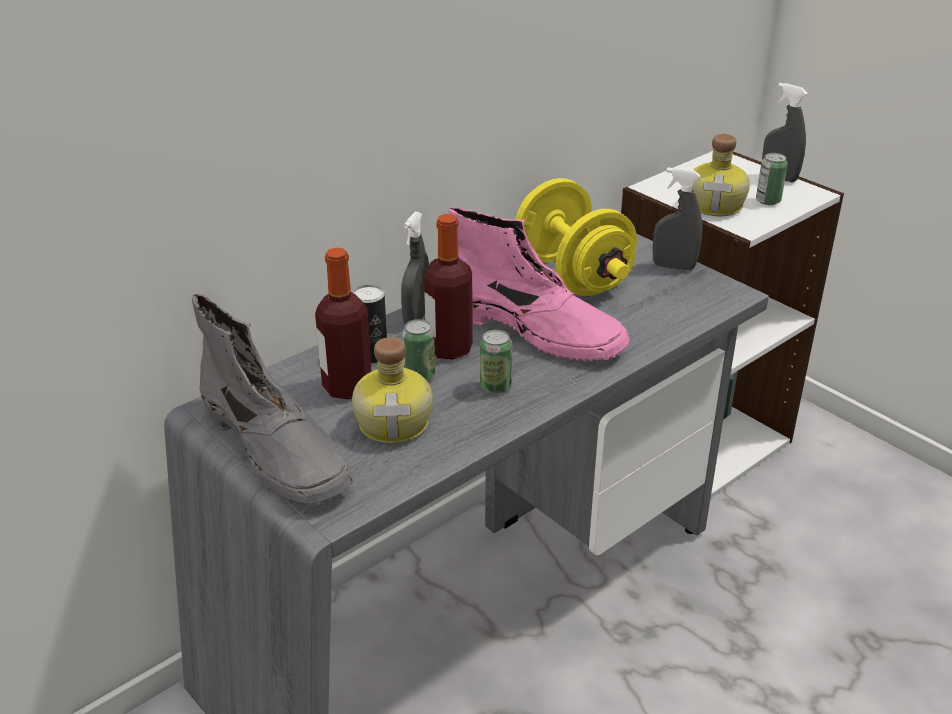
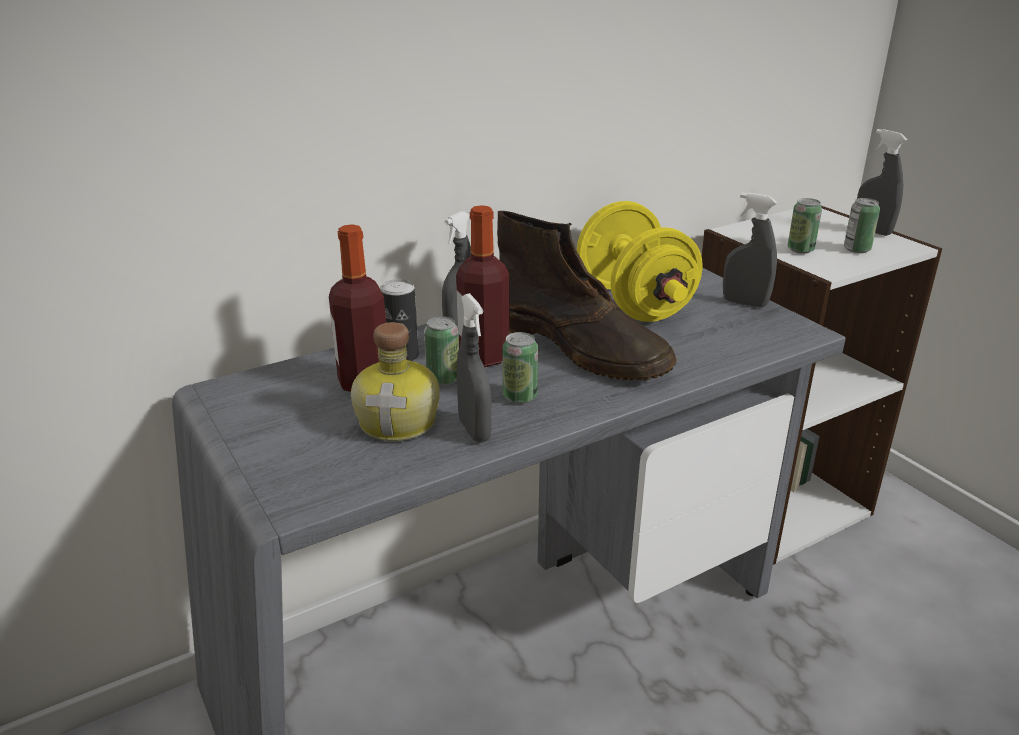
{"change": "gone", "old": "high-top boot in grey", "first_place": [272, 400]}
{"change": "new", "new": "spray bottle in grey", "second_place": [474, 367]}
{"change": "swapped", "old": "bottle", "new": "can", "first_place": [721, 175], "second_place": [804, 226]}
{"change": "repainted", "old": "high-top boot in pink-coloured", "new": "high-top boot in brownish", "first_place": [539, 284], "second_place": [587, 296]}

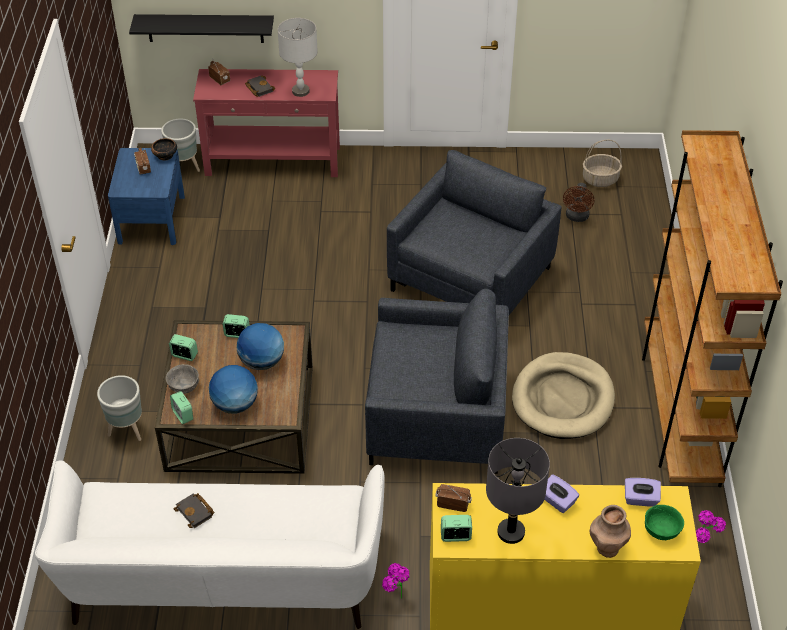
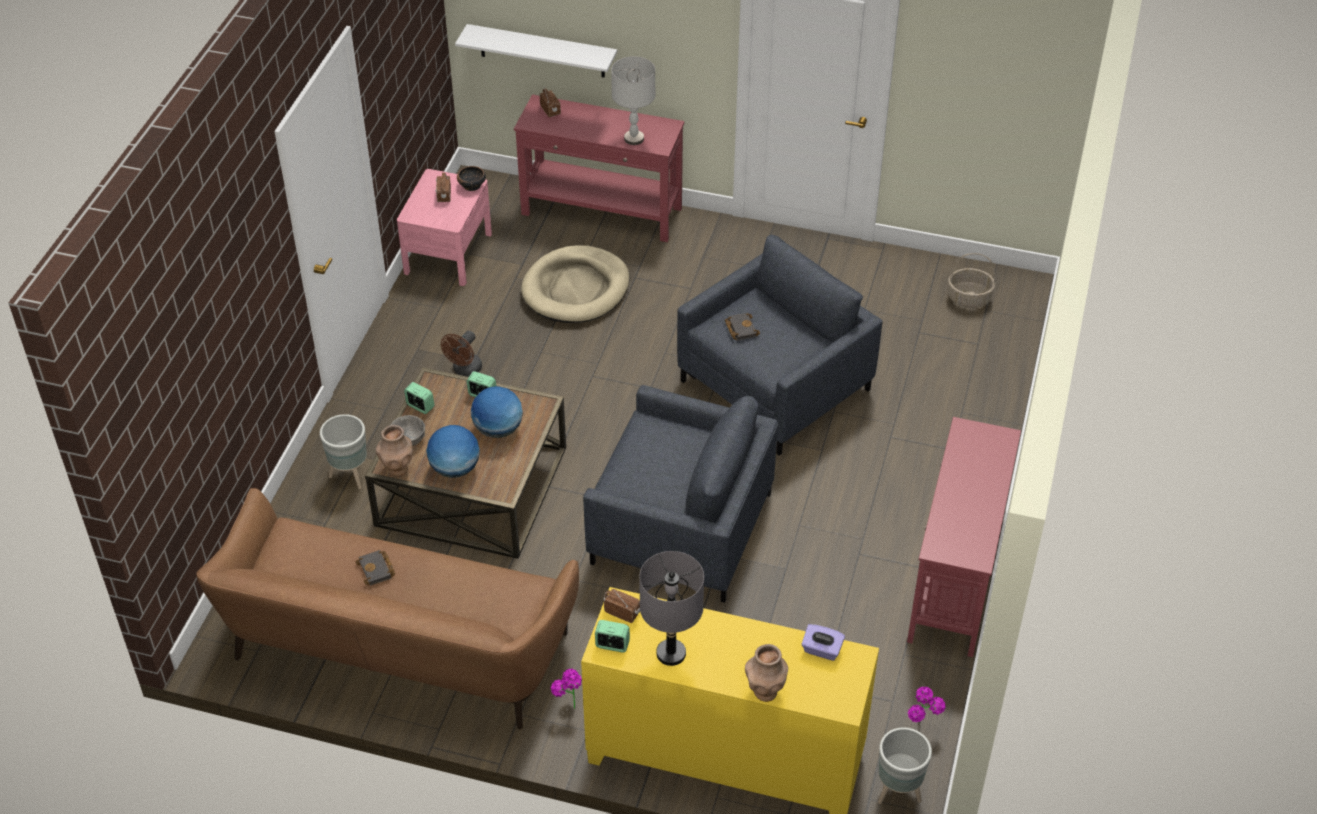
{"change": "gone", "old": "box of tissues in purple-coloured", "first_place": [561, 494]}
{"change": "gone", "old": "bowl in greenish", "first_place": [664, 522]}
{"change": "shifted", "old": "planter in grey", "first_place": [180, 145], "second_place": [905, 765]}
{"change": "shifted", "old": "volume in black-coloured", "first_place": [260, 86], "second_place": [742, 326]}
{"change": "shifted", "old": "dog bed in beige", "first_place": [563, 395], "second_place": [575, 284]}
{"change": "shifted", "old": "cooling fan in brownish", "first_place": [578, 202], "second_place": [461, 354]}
{"change": "swapped", "old": "alarm clock", "new": "flower vase in brownish", "first_place": [181, 407], "second_place": [394, 450]}
{"change": "swapped", "old": "bookcase in brownish", "new": "console table in reddish", "first_place": [712, 308], "second_place": [964, 537]}
{"change": "repainted", "old": "couch in whitish", "new": "couch in brownish", "first_place": [210, 544], "second_place": [387, 608]}
{"change": "repainted", "old": "night table in blue-coloured", "new": "night table in pink-coloured", "first_place": [146, 196], "second_place": [444, 227]}
{"change": "repainted", "old": "wall shelf in black-coloured", "new": "wall shelf in whitish", "first_place": [201, 28], "second_place": [536, 51]}

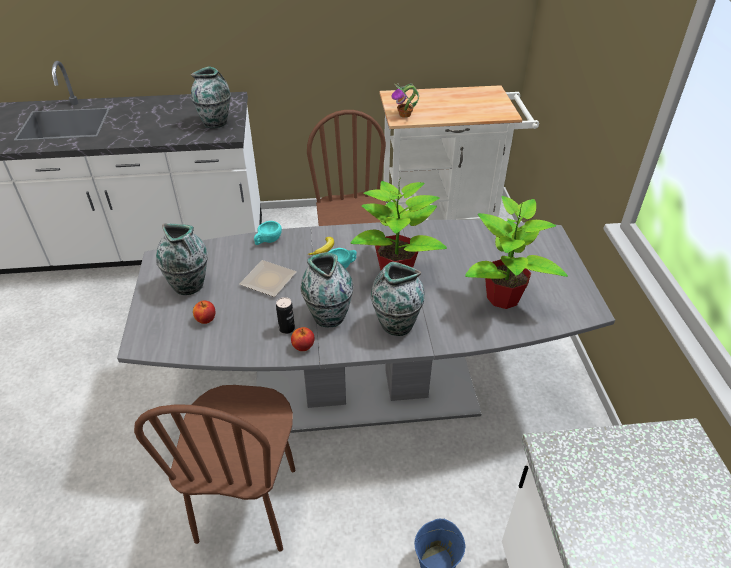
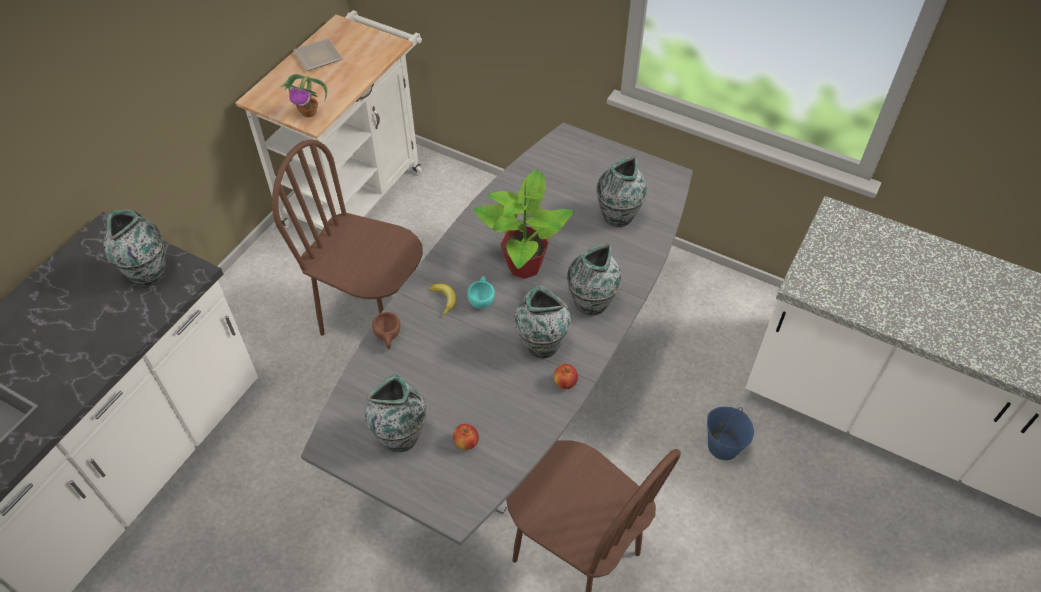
{"change": "gone", "old": "can", "first_place": [285, 315]}
{"change": "shifted", "old": "dinner plate", "first_place": [268, 278], "second_place": [318, 55]}
{"change": "swapped", "old": "houseplant", "new": "flower vase", "first_place": [516, 252], "second_place": [621, 191]}
{"change": "repainted", "old": "drinking cup in blue-green", "new": "drinking cup in brownish", "first_place": [268, 233], "second_place": [386, 331]}

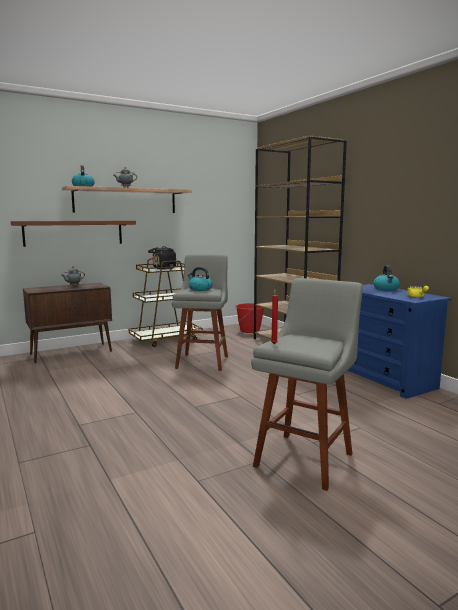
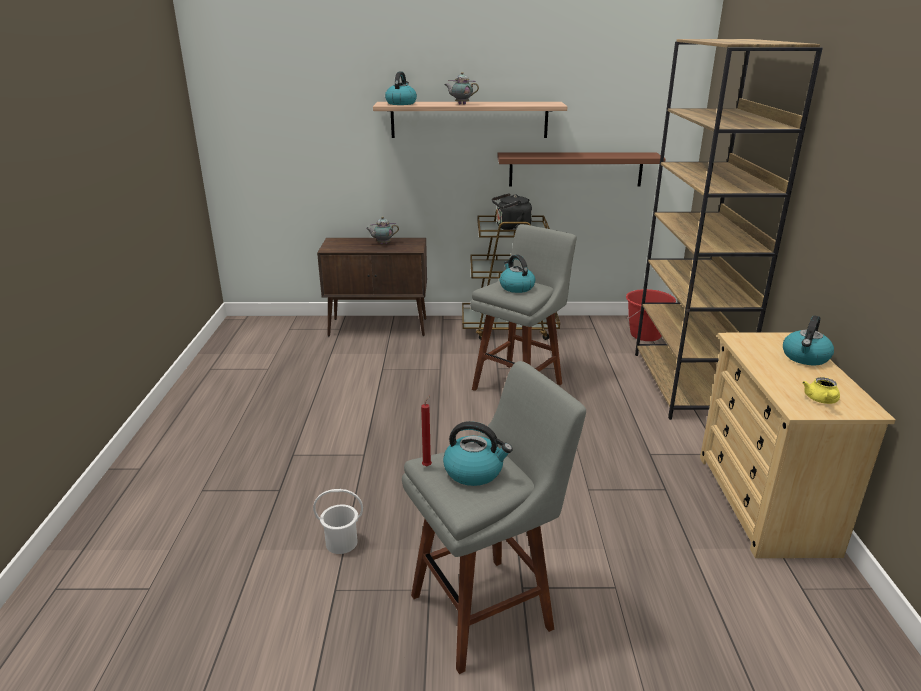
{"change": "new", "new": "bucket in whitish", "second_place": [338, 521]}
{"change": "new", "new": "water kettle", "second_place": [478, 453]}
{"change": "shifted", "old": "wall shelf in brownish", "first_place": [73, 234], "second_place": [581, 169]}
{"change": "repainted", "old": "dresser in blue-coloured", "new": "dresser in beige", "first_place": [399, 341], "second_place": [798, 445]}

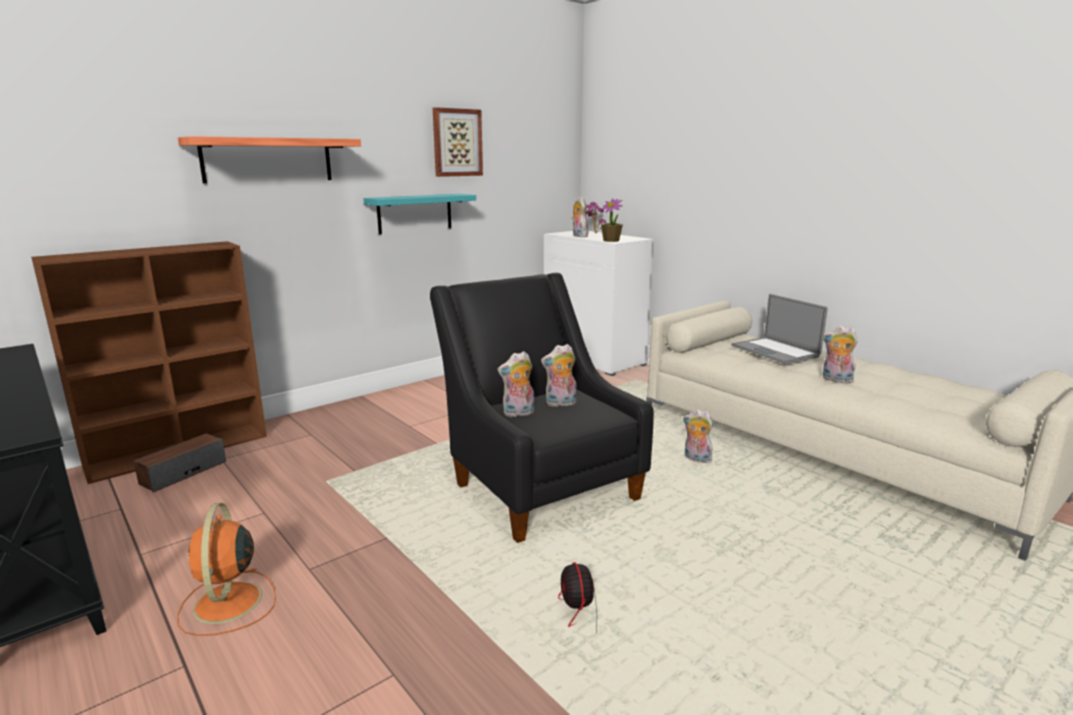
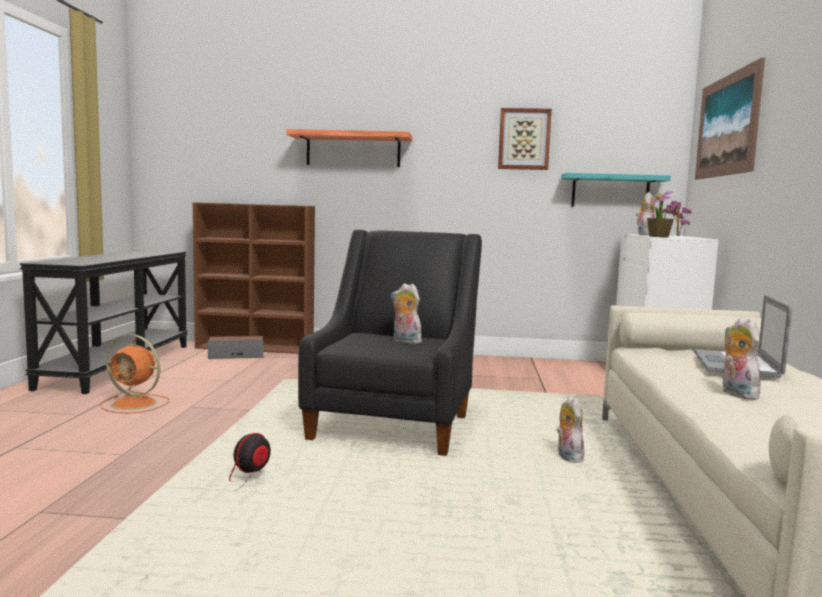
{"change": "gone", "old": "cuddly toy", "first_place": [516, 384]}
{"change": "new", "new": "picture", "second_place": [730, 118]}
{"change": "shifted", "old": "wall shelf in blue-green", "first_place": [419, 214], "second_place": [616, 189]}
{"change": "rotated", "old": "cooling fan in orangey", "first_place": [226, 569], "second_place": [135, 374], "degrees": -105}

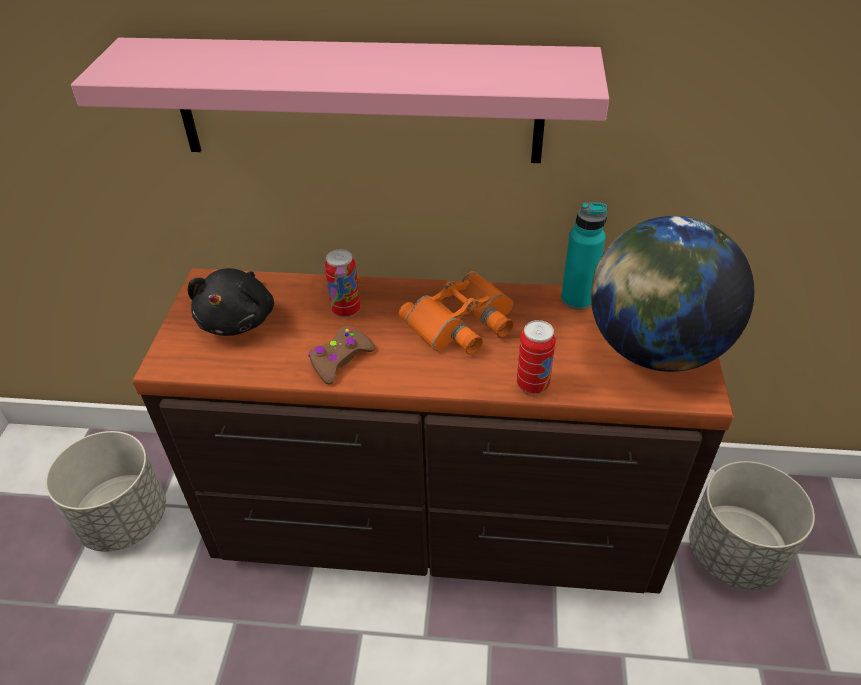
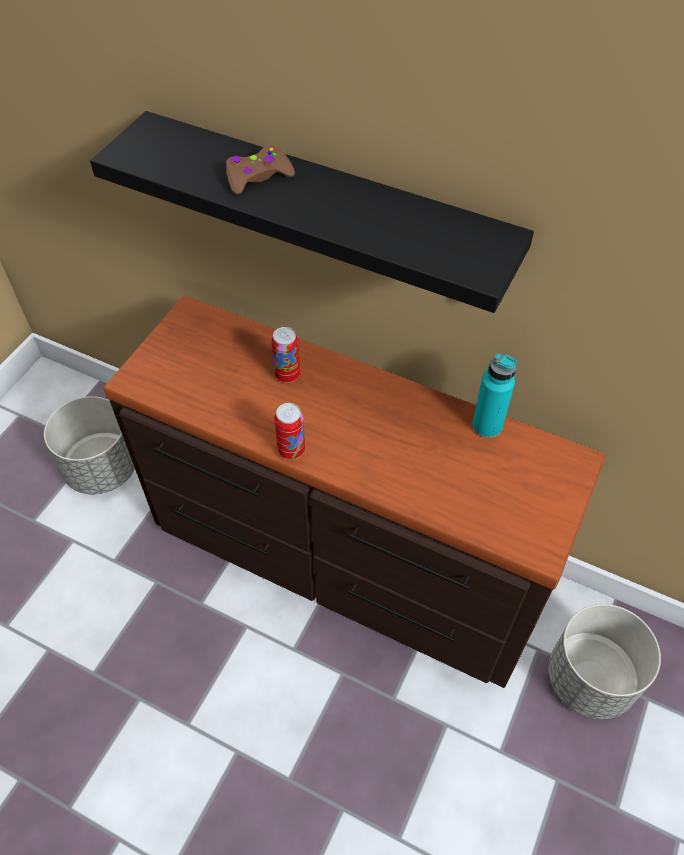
{"change": "gone", "old": "cuddly toy in black-coloured", "first_place": [231, 302]}
{"change": "gone", "old": "field glasses in orangey", "first_place": [456, 313]}
{"change": "gone", "old": "world globe", "first_place": [673, 294]}
{"change": "shifted", "old": "joypad in brownish", "first_place": [341, 355], "second_place": [260, 170]}
{"change": "shifted", "old": "can", "first_place": [536, 357], "second_place": [289, 431]}
{"change": "repainted", "old": "wall shelf in pink-coloured", "new": "wall shelf in black-coloured", "first_place": [340, 100], "second_place": [312, 212]}

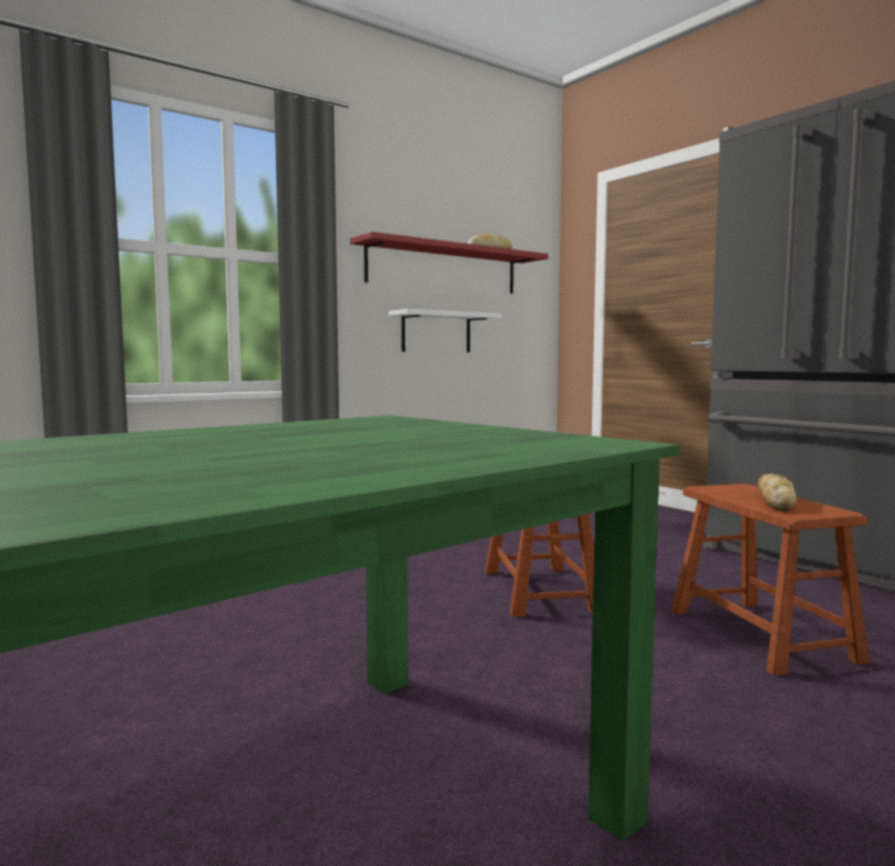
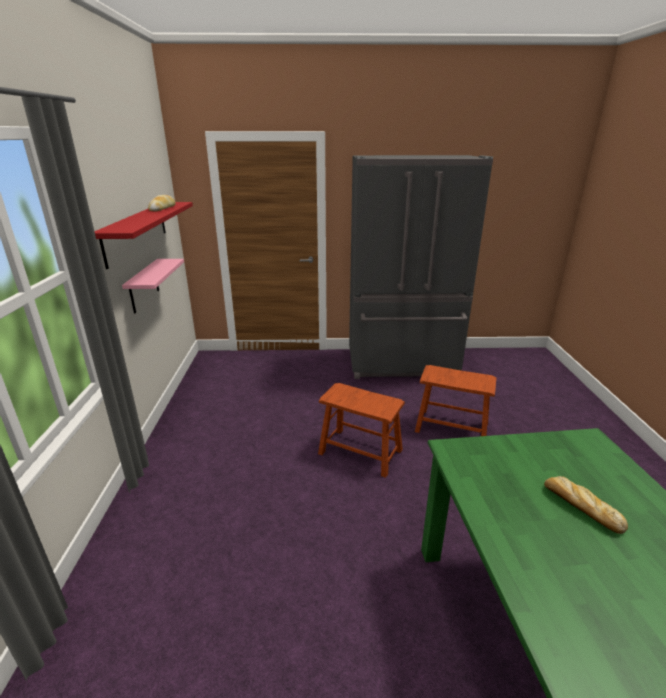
{"change": "shifted", "old": "baked bread", "first_place": [777, 492], "second_place": [586, 505]}
{"change": "repainted", "old": "wall shelf in whitish", "new": "wall shelf in pink-coloured", "first_place": [445, 330], "second_place": [153, 286]}

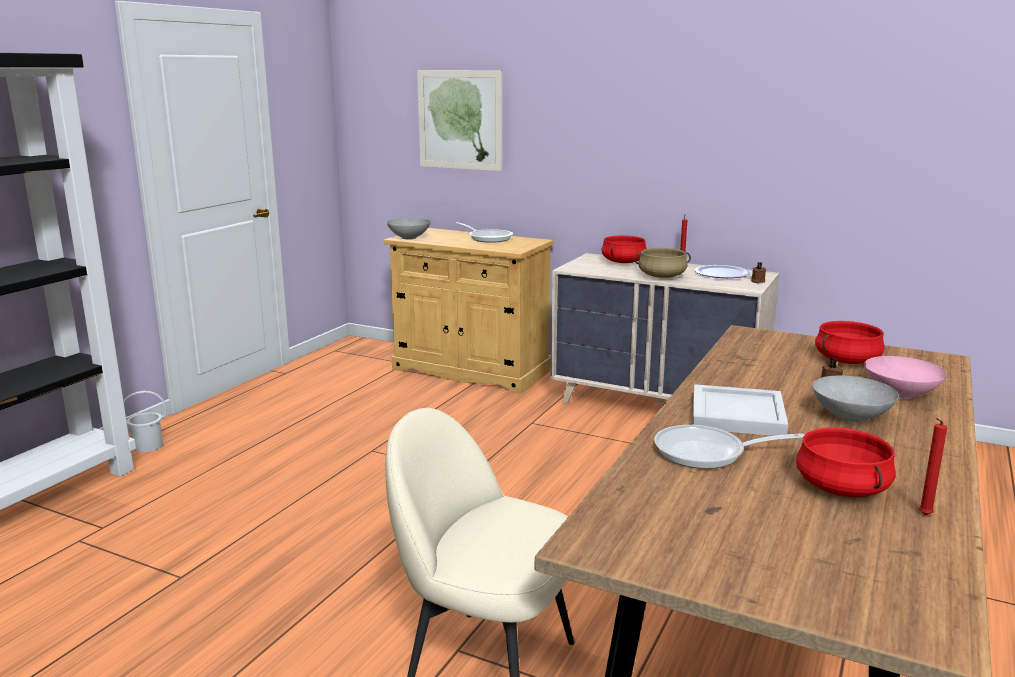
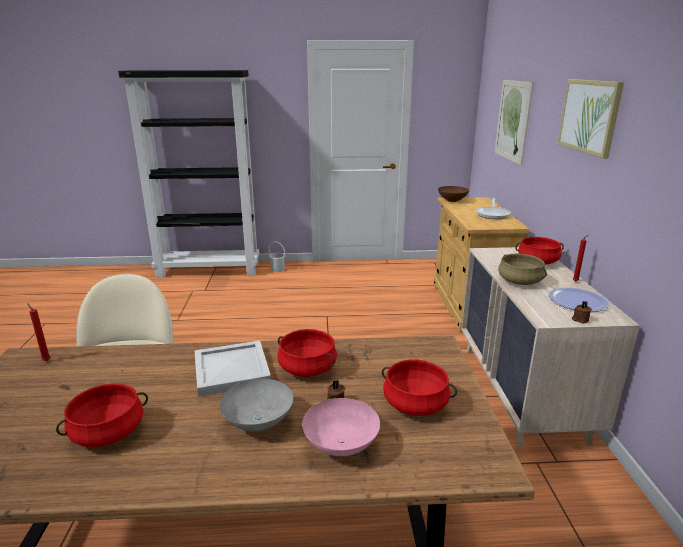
{"change": "gone", "old": "pan", "first_place": [729, 447]}
{"change": "new", "new": "stockpot in reddish", "second_place": [307, 353]}
{"change": "new", "new": "picture", "second_place": [590, 119]}
{"change": "shifted", "old": "candle in reddish", "first_place": [933, 466], "second_place": [38, 332]}
{"change": "repainted", "old": "bowl in grey", "new": "bowl in brownish", "first_place": [409, 228], "second_place": [453, 194]}

